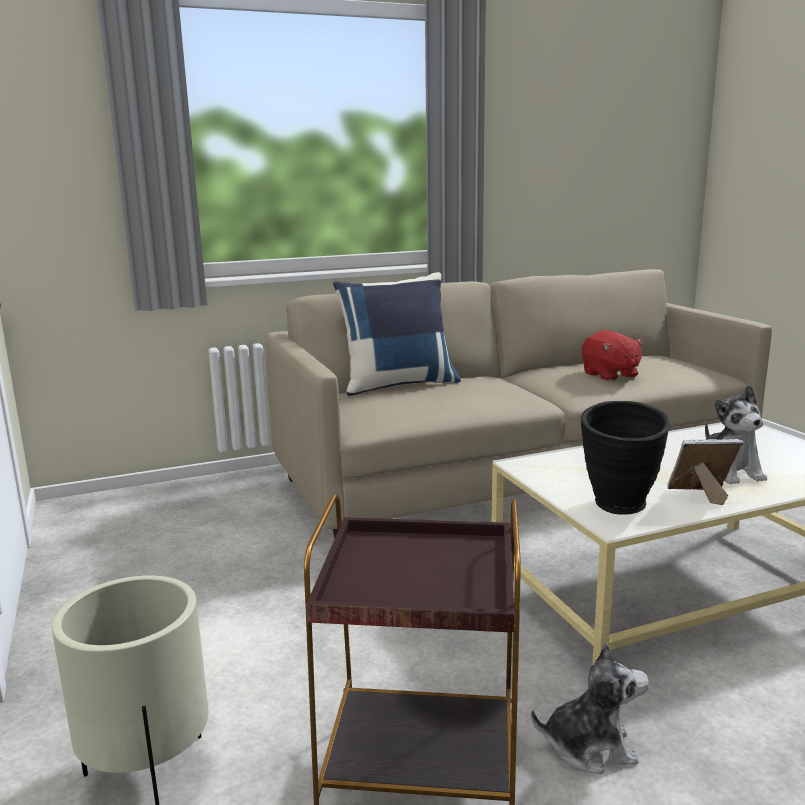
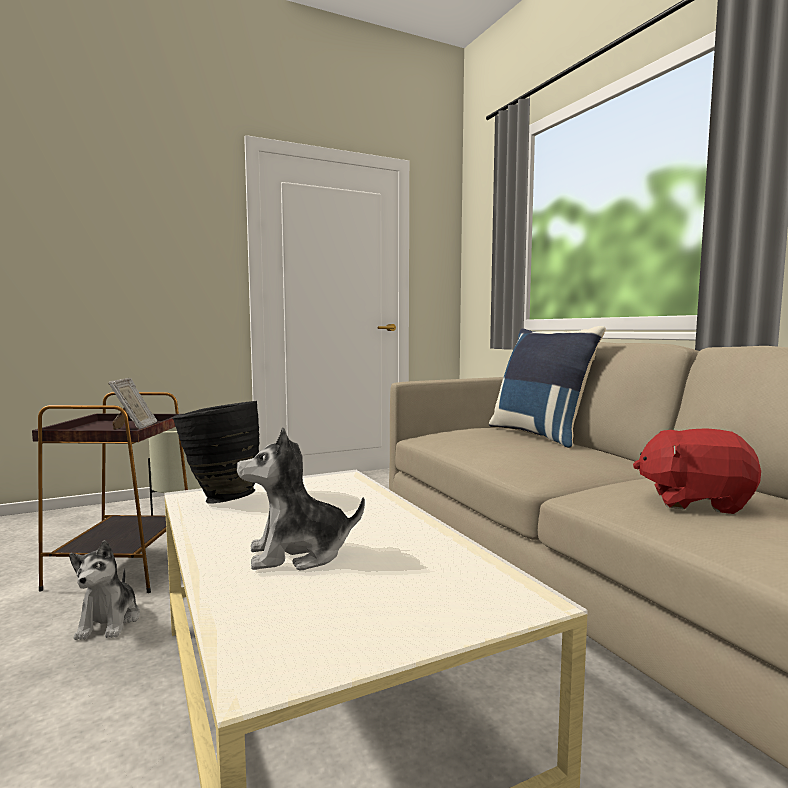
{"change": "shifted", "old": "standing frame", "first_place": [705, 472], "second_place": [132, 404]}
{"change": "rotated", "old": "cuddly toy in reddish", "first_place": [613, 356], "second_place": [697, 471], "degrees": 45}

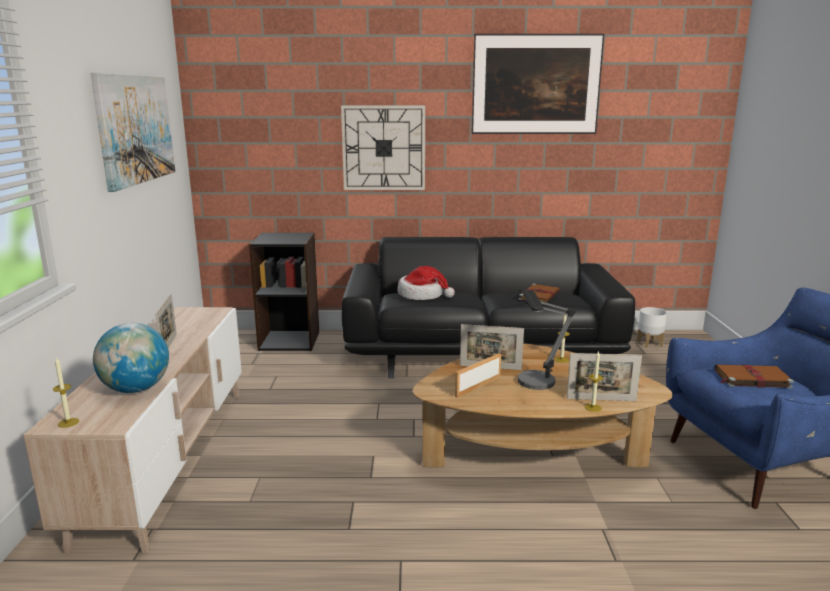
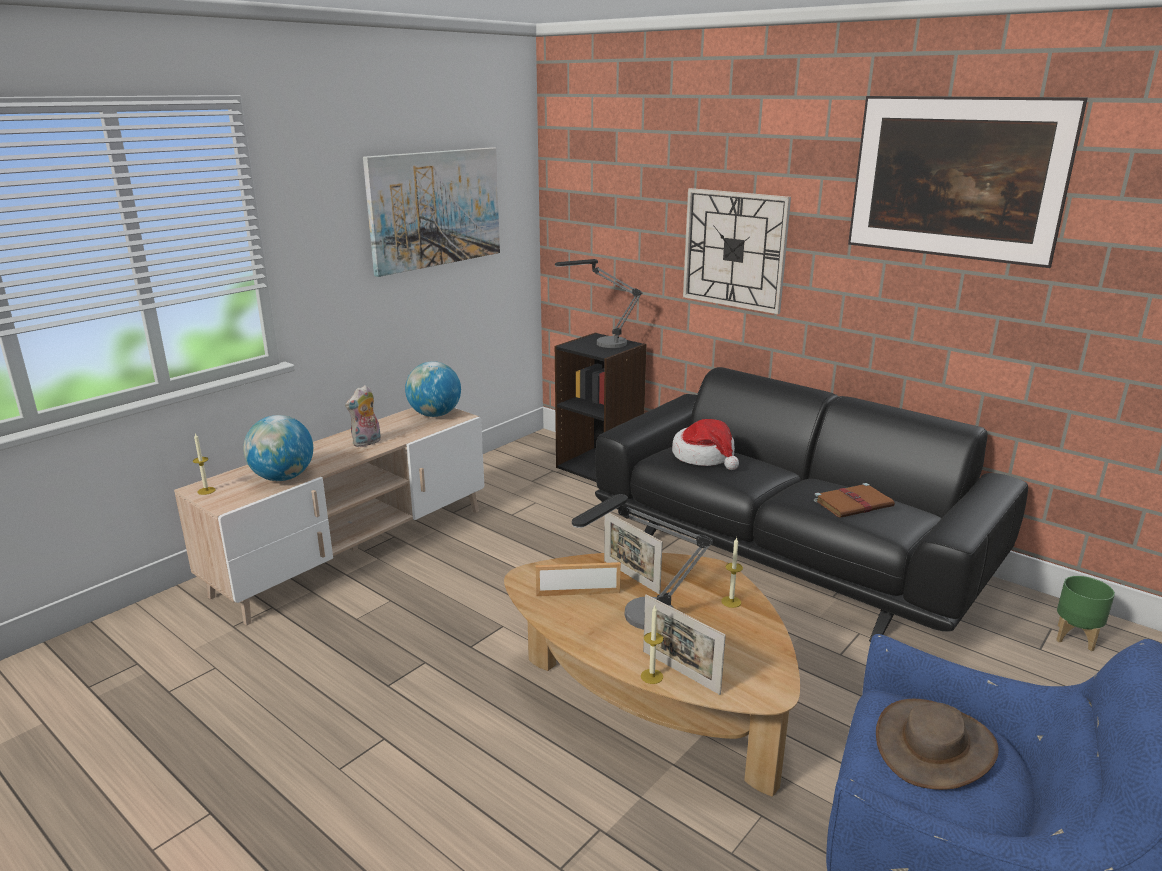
{"change": "new", "new": "world globe", "second_place": [433, 389]}
{"change": "new", "new": "lamp for a table", "second_place": [599, 303]}
{"change": "swapped", "old": "standing frame", "new": "cuddly toy", "first_place": [166, 321], "second_place": [363, 416]}
{"change": "swapped", "old": "volume in brownish", "new": "wearable hat in brownish", "first_place": [754, 376], "second_place": [937, 744]}
{"change": "repainted", "old": "planter in whitish", "new": "planter in greenish", "first_place": [652, 327], "second_place": [1085, 613]}

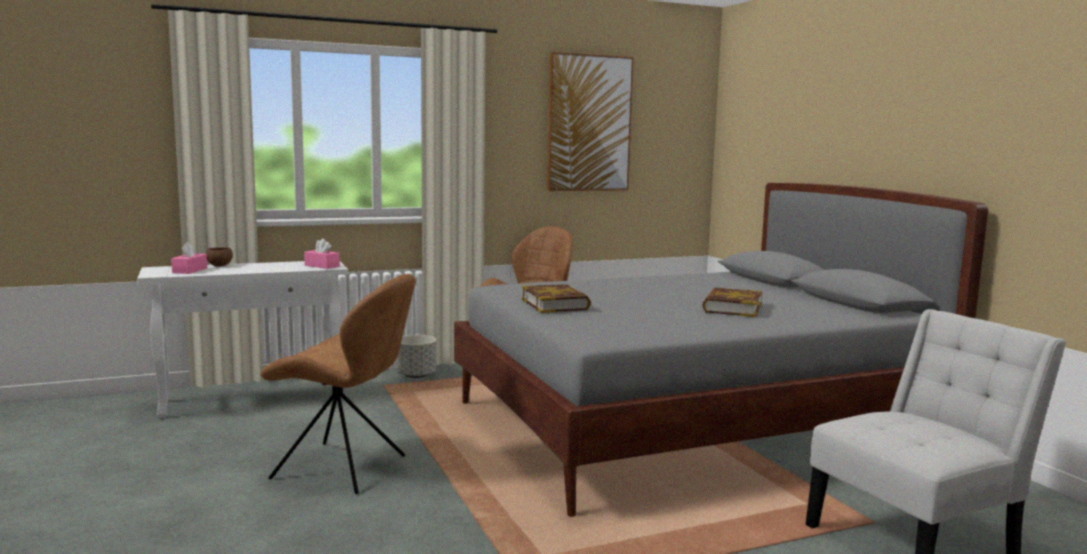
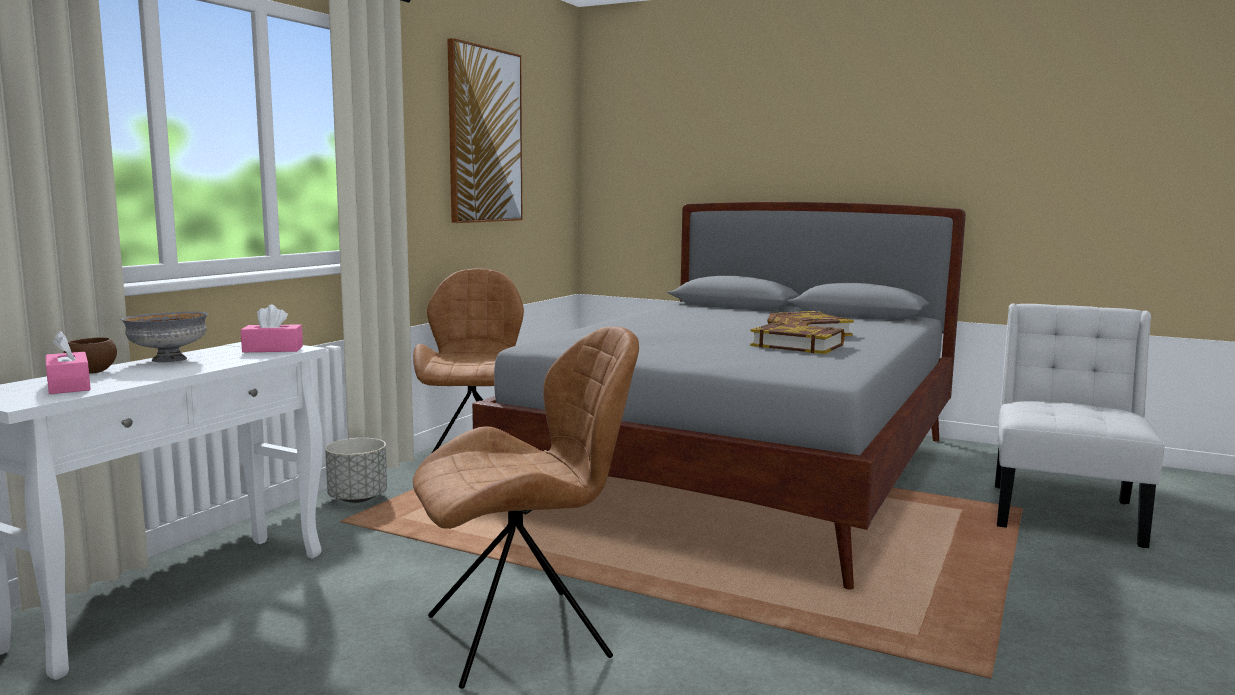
{"change": "new", "new": "bowl in grey", "second_place": [164, 337]}
{"change": "shifted", "old": "volume", "first_place": [556, 298], "second_place": [797, 338]}

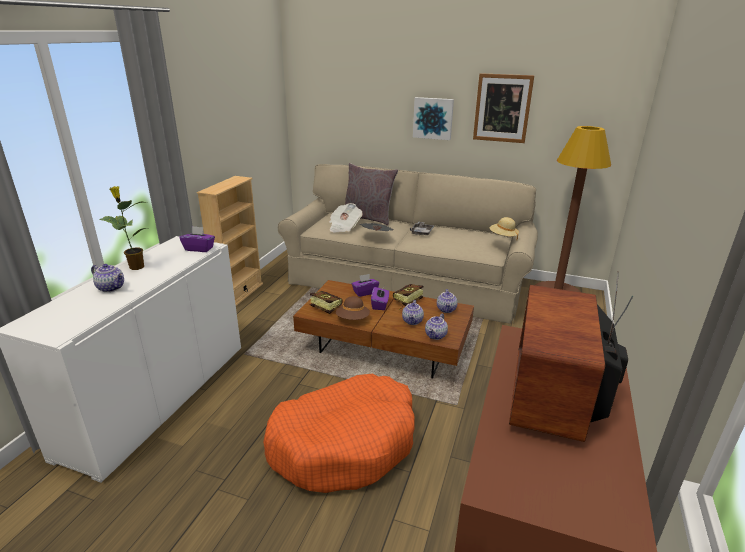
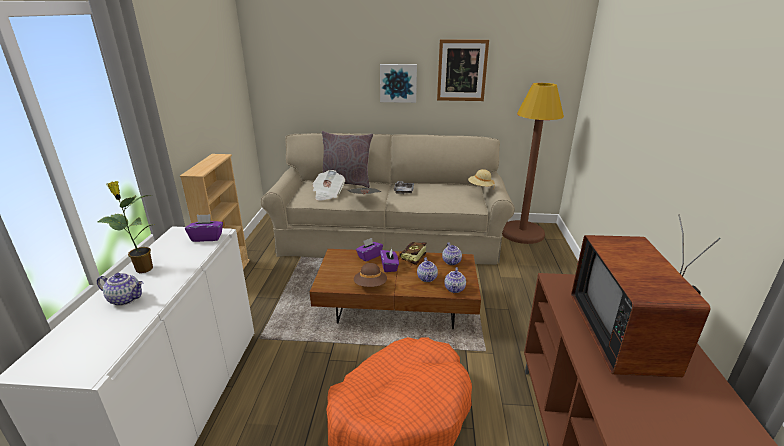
{"change": "gone", "old": "volume", "first_place": [326, 302]}

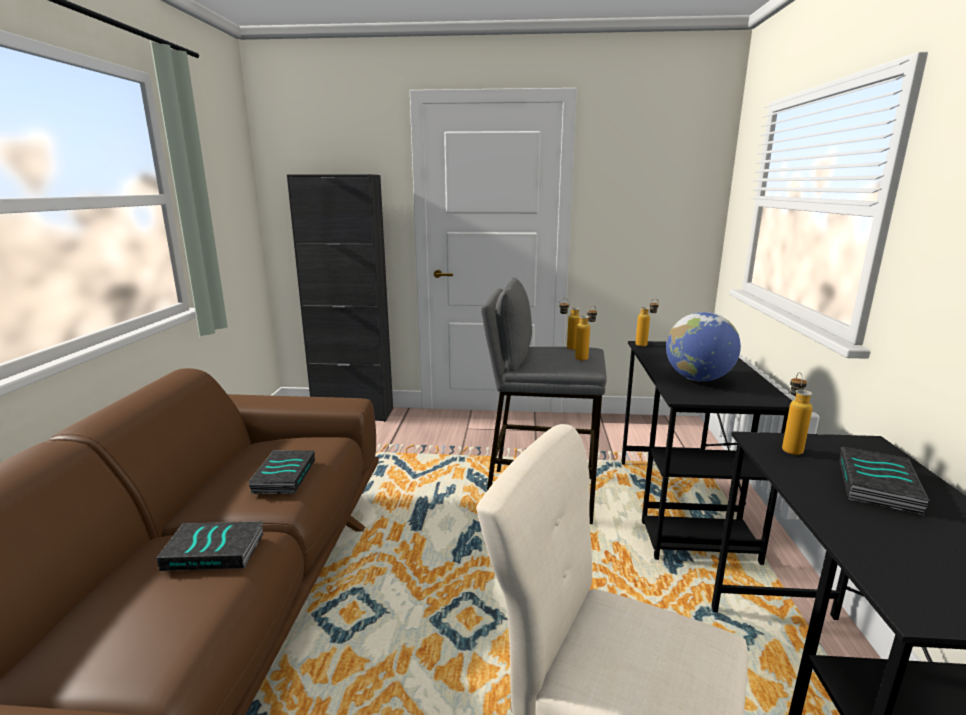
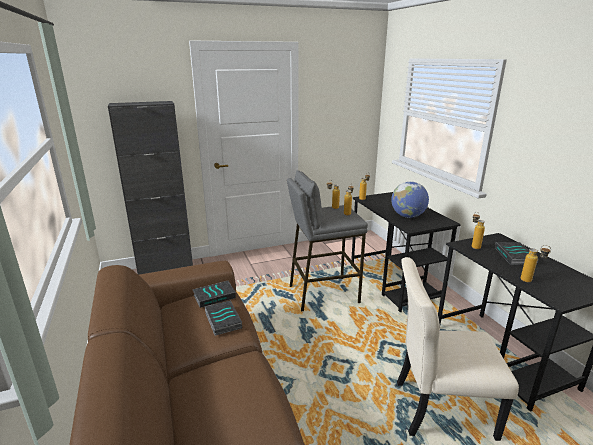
{"change": "new", "new": "bottle", "second_place": [536, 263]}
{"change": "shifted", "old": "volume", "first_place": [210, 546], "second_place": [214, 294]}

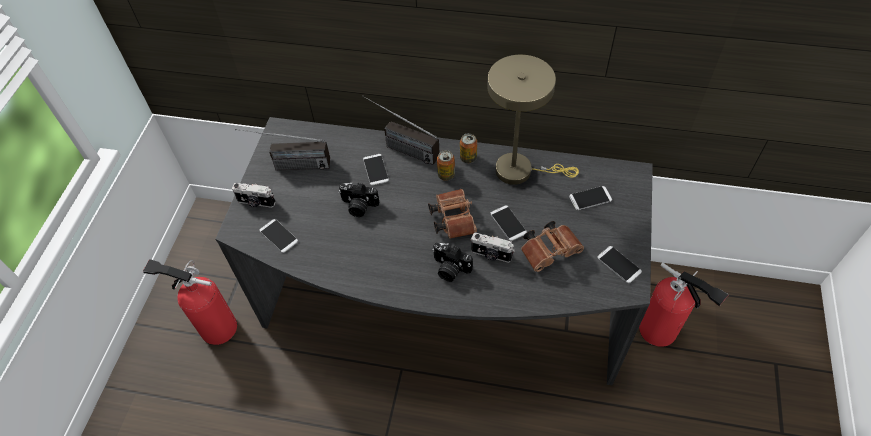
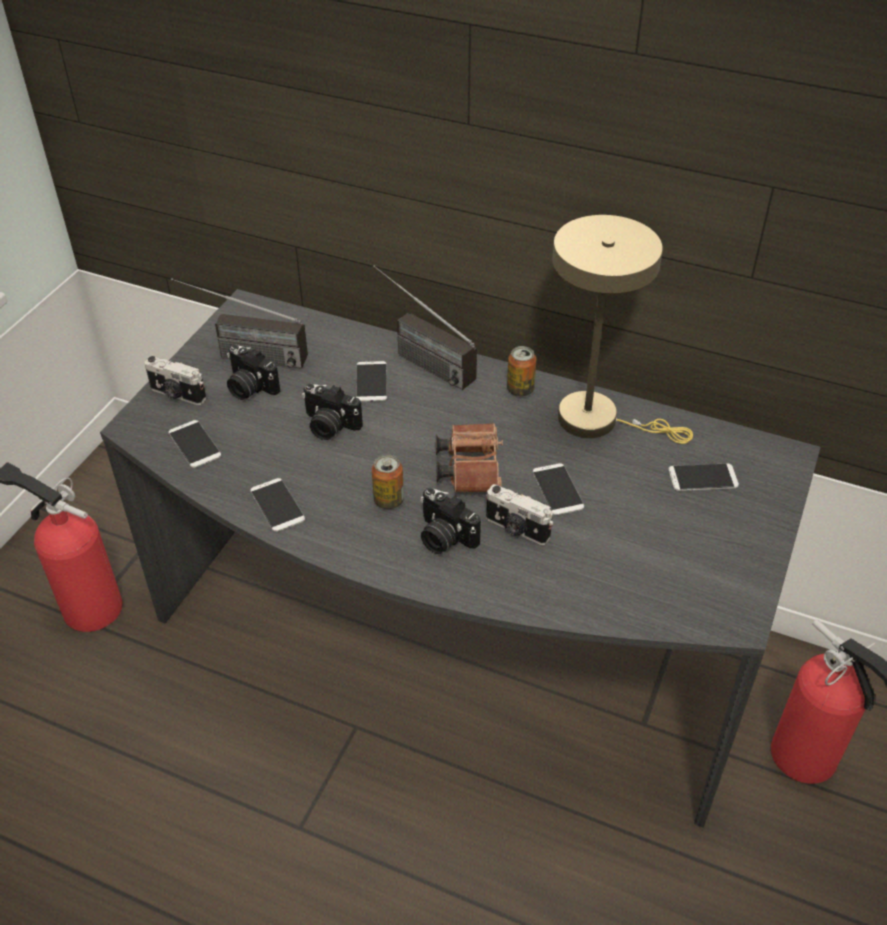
{"change": "gone", "old": "field glasses in brownish", "first_place": [552, 246]}
{"change": "new", "new": "still camera", "second_place": [253, 372]}
{"change": "shifted", "old": "can", "first_place": [446, 165], "second_place": [388, 482]}
{"change": "shifted", "old": "phone", "first_place": [619, 264], "second_place": [277, 505]}

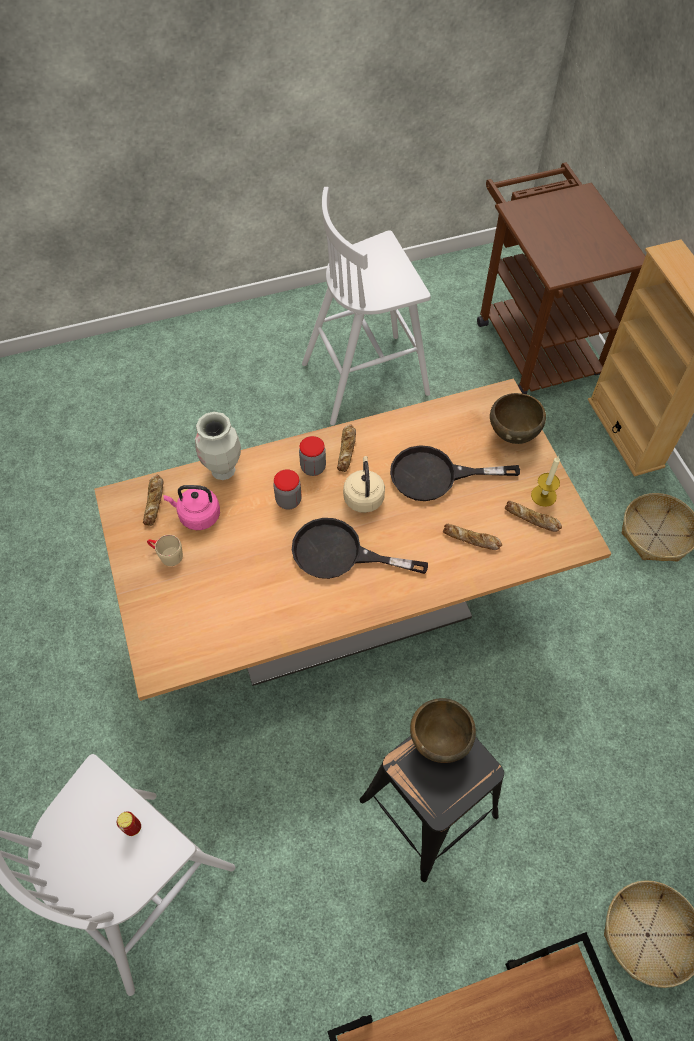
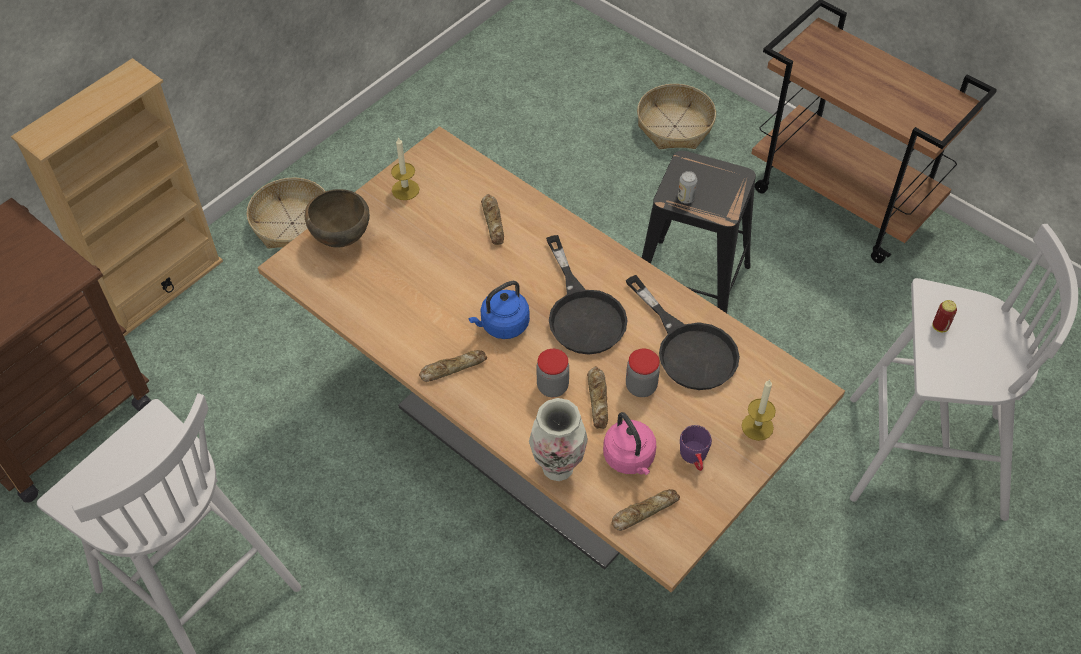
{"change": "new", "new": "candle", "second_place": [759, 410]}
{"change": "shifted", "old": "jar", "first_place": [312, 456], "second_place": [643, 373]}
{"change": "shifted", "old": "pan in black-coloured", "first_place": [455, 473], "second_place": [683, 332]}
{"change": "shifted", "old": "baked bread", "first_place": [533, 516], "second_place": [597, 397]}
{"change": "swapped", "old": "bowl in brownish", "new": "can", "first_place": [443, 730], "second_place": [687, 187]}
{"change": "repainted", "old": "mug in beige", "new": "mug in purple-coloured", "first_place": [165, 550], "second_place": [696, 448]}
{"change": "repainted", "old": "water kettle in beige", "new": "water kettle in blue-coloured", "first_place": [364, 484], "second_place": [499, 310]}

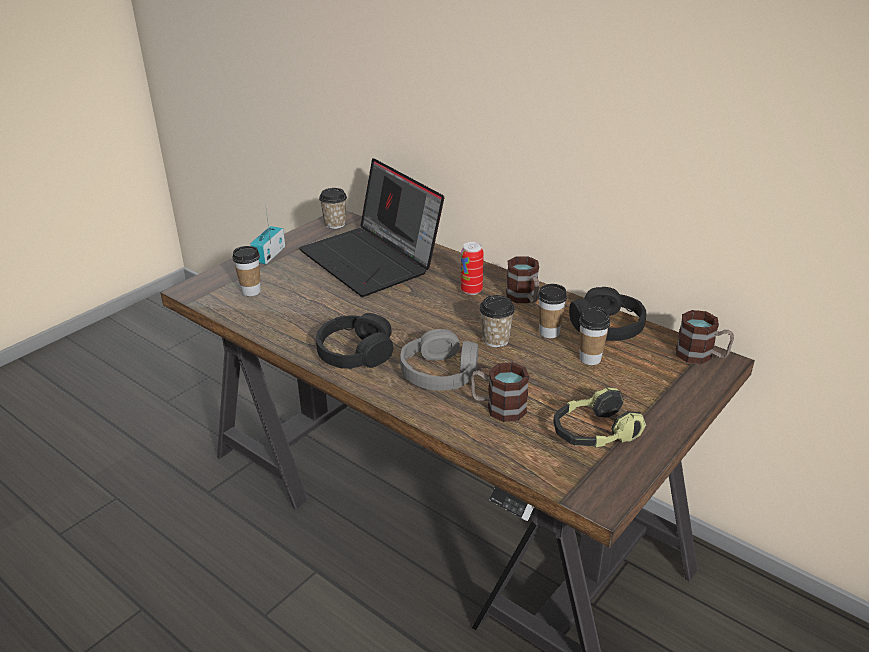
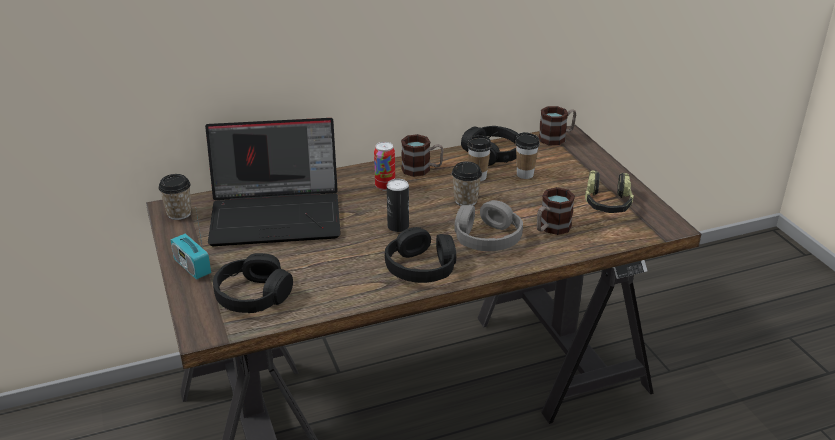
{"change": "new", "new": "can", "second_place": [398, 205]}
{"change": "swapped", "old": "drinking cup", "new": "headset in black-coloured", "first_place": [246, 271], "second_place": [253, 283]}

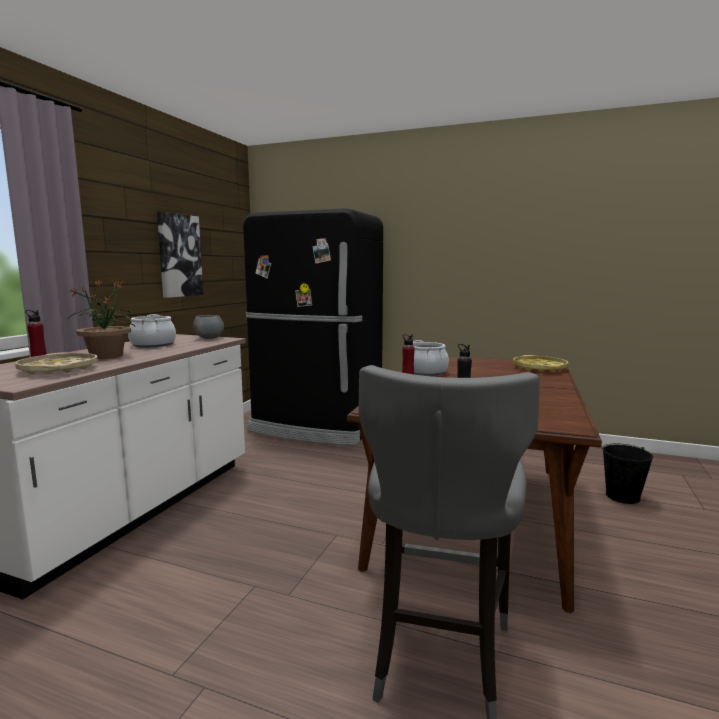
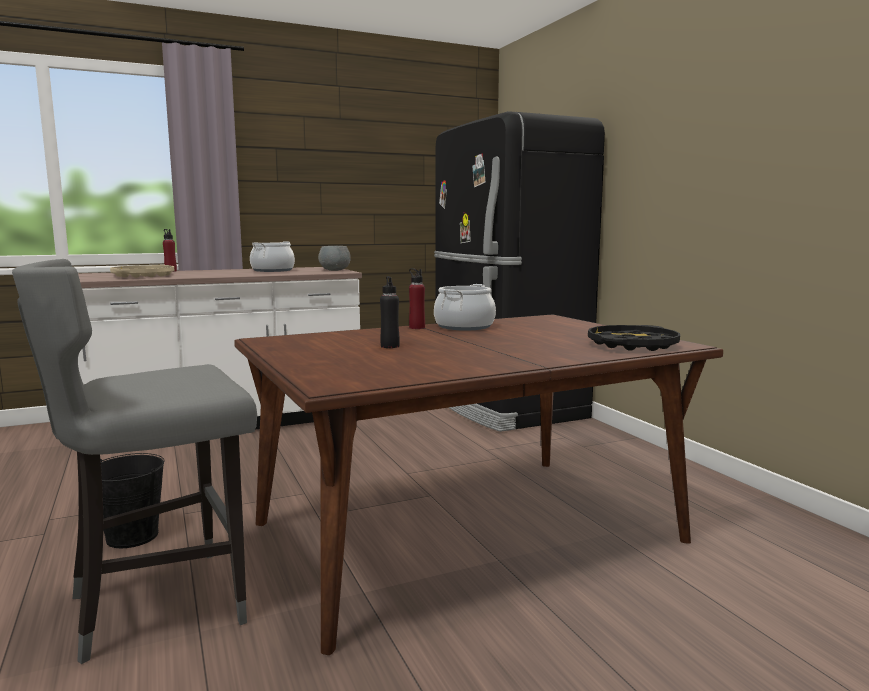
{"change": "gone", "old": "houseplant", "first_place": [101, 319]}
{"change": "gone", "old": "picture", "first_place": [180, 254]}
{"change": "shifted", "old": "bucket in black-coloured", "first_place": [627, 473], "second_place": [132, 500]}
{"change": "repainted", "old": "serving tray in yellowish", "new": "serving tray in black-coloured", "first_place": [541, 363], "second_place": [634, 338]}

